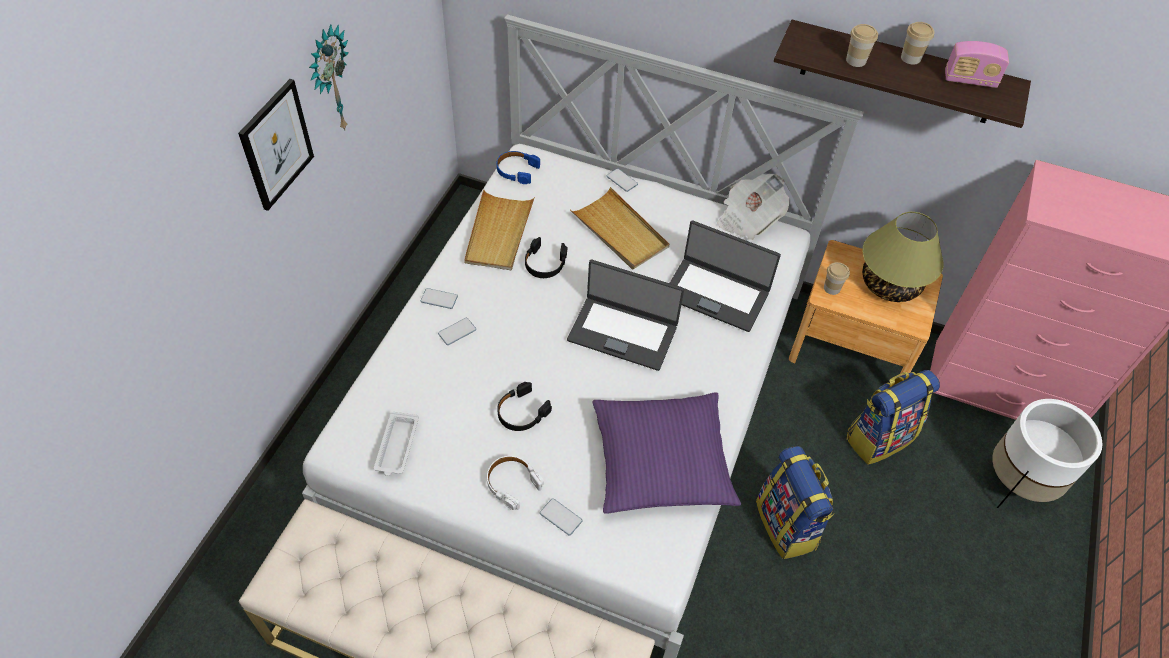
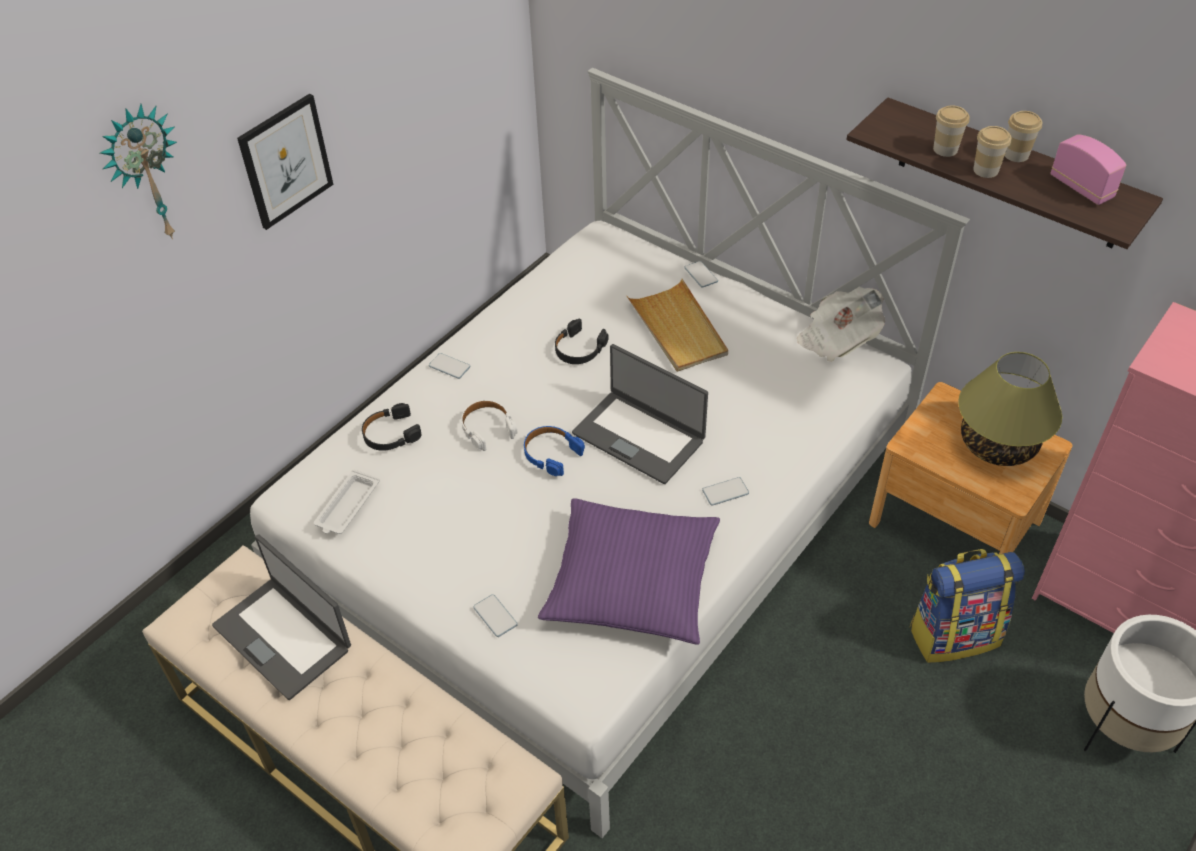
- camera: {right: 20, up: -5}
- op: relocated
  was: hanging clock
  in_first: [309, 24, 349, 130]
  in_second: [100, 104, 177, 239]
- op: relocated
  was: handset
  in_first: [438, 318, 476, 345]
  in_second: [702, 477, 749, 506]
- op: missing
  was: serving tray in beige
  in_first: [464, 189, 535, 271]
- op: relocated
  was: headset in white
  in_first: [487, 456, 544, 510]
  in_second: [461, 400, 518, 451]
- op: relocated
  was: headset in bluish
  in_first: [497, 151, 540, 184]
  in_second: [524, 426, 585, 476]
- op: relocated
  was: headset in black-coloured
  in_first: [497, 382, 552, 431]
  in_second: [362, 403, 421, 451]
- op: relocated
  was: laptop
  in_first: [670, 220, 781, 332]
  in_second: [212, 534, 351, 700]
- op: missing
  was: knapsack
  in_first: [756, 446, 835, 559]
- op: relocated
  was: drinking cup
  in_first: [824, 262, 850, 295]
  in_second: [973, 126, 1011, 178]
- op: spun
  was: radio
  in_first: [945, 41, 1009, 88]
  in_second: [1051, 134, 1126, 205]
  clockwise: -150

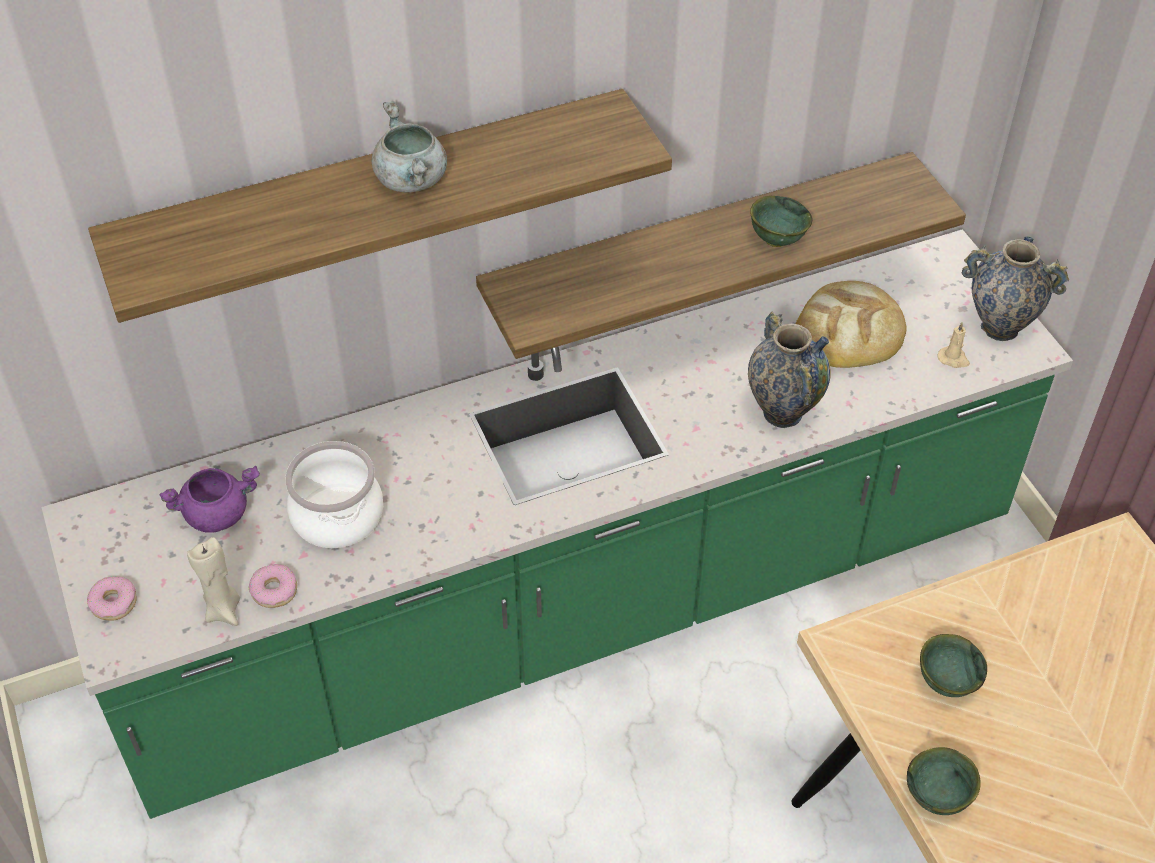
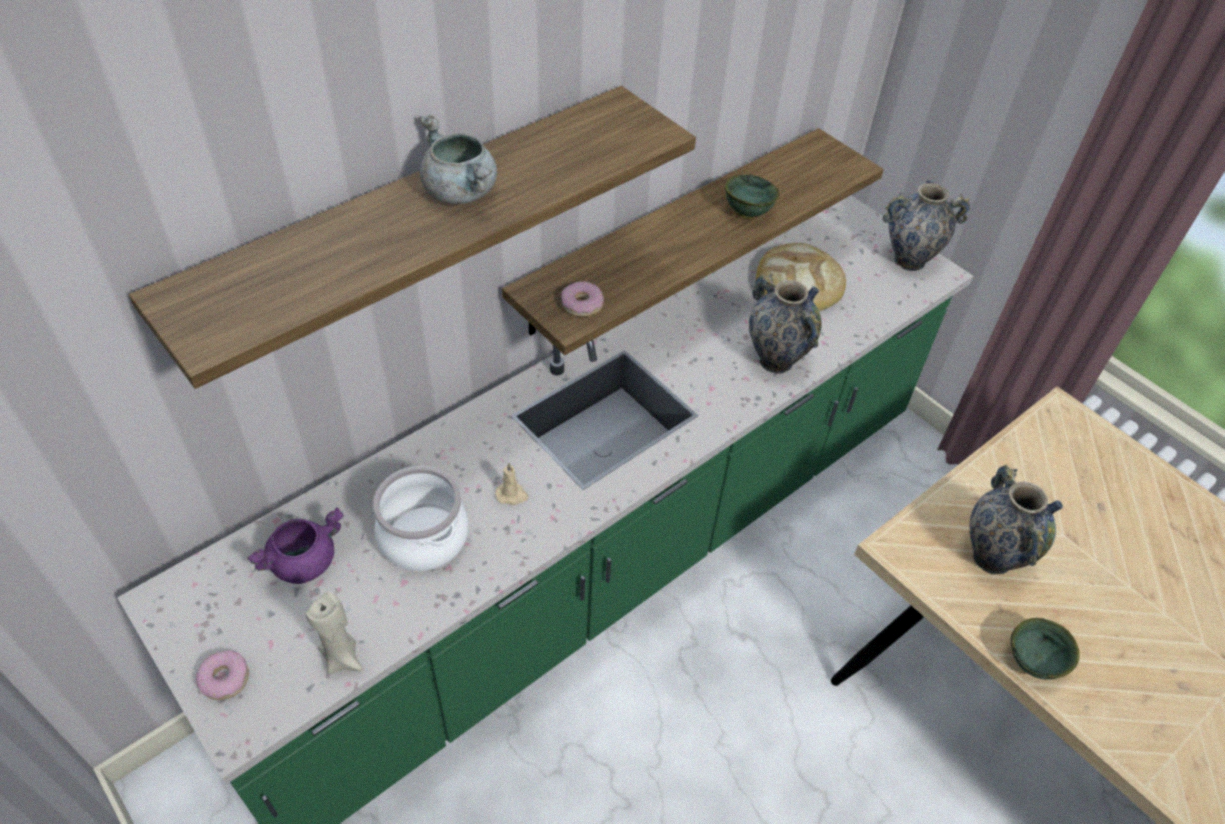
- camera: {right: -20, up: 0}
- op: relocated
  was: ring doughnut
  in_first: [249, 564, 297, 608]
  in_second: [561, 281, 604, 317]
- op: exchanged
  was: bowl in green
  now: vase
  in_first: [920, 634, 987, 697]
  in_second: [969, 464, 1063, 575]
- op: relocated
  was: candle in beige
  in_first: [937, 322, 970, 368]
  in_second: [495, 463, 528, 505]

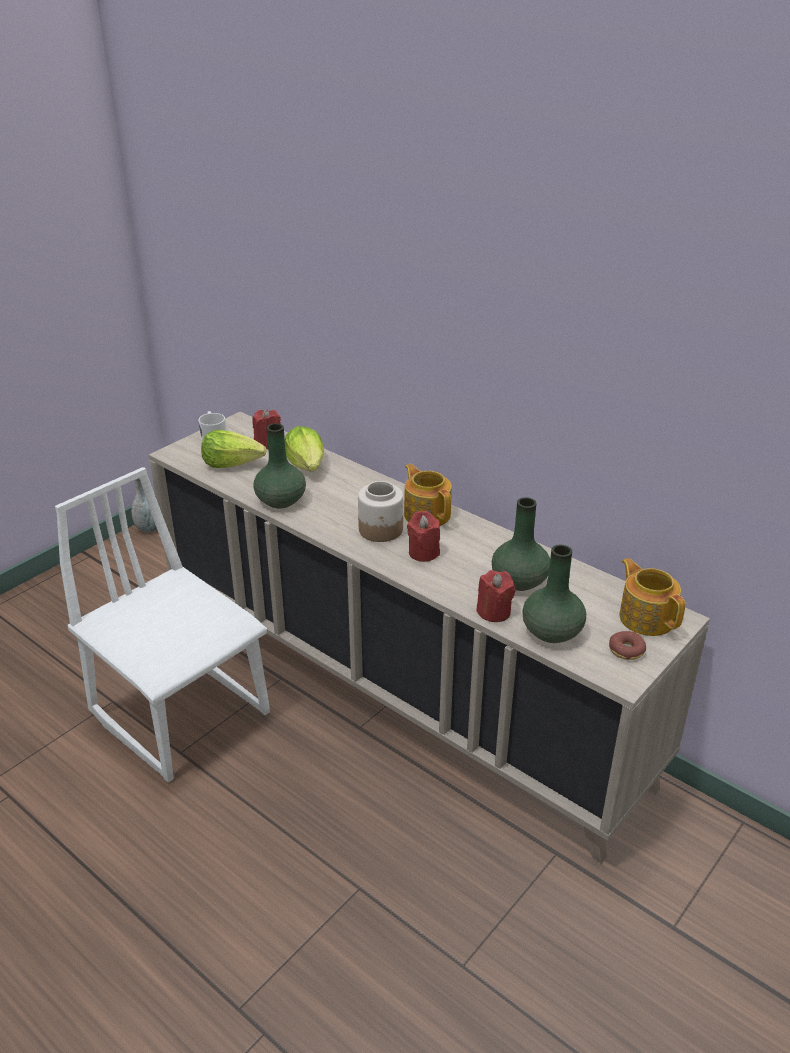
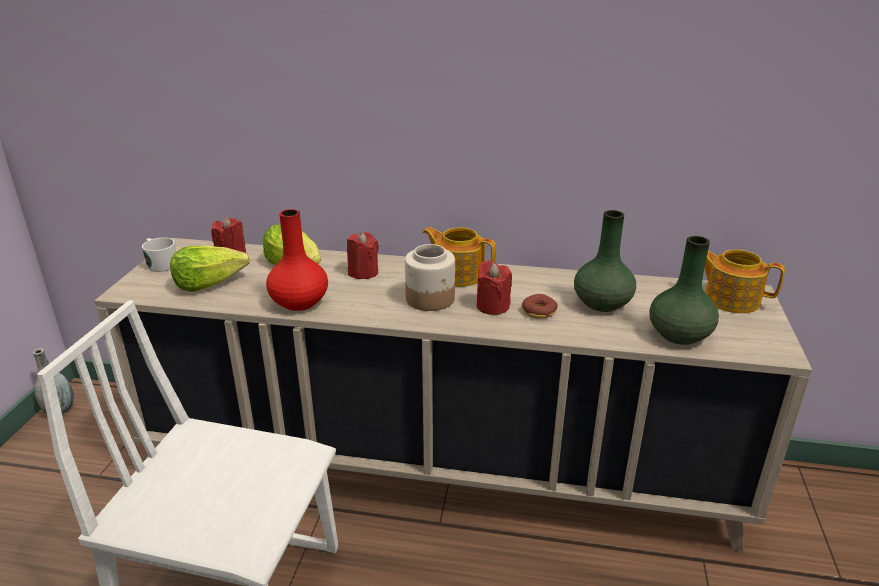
- camera: {right: -30, up: -5}
- op: colour
  was: vase in green
  now: vase in red
  in_first: [254, 423, 306, 509]
  in_second: [266, 209, 328, 311]
- op: relocated
  was: candle in red
  in_first: [477, 570, 515, 622]
  in_second: [347, 232, 379, 279]
- op: relocated
  was: ring doughnut
  in_first: [609, 631, 646, 660]
  in_second: [522, 294, 558, 319]

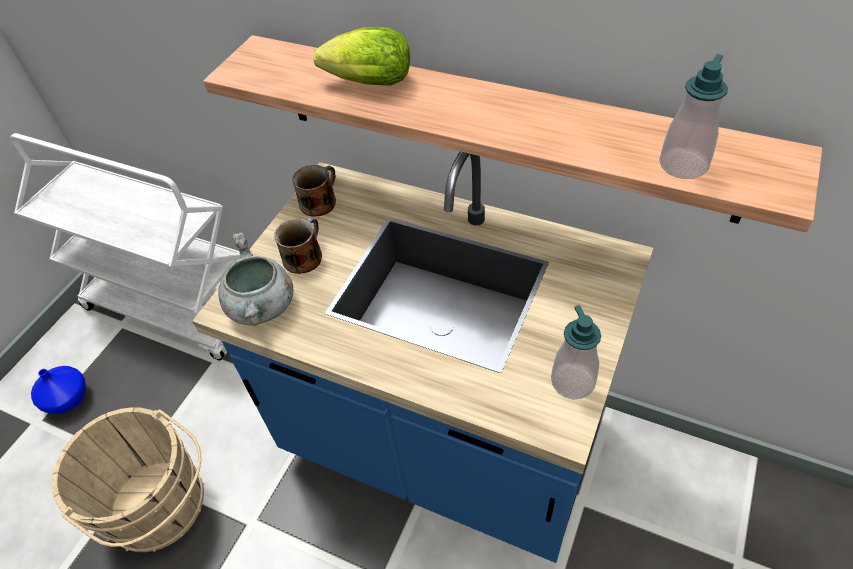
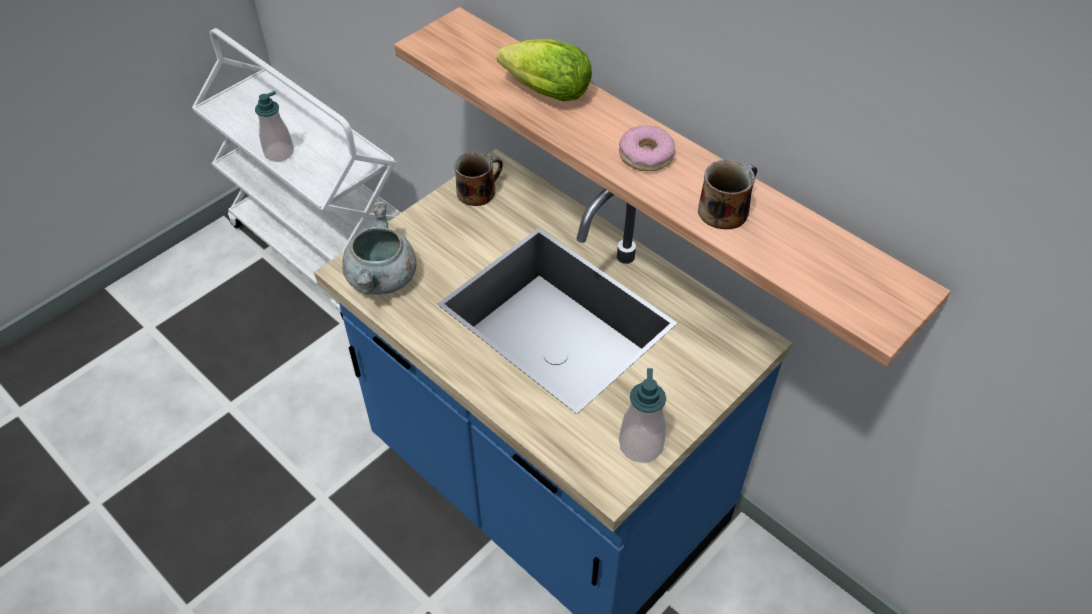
- camera: {right: 15, up: 0}
- op: missing
  was: vase in bluish
  in_first: [31, 366, 86, 414]
- op: missing
  was: water bucket in beige
  in_first: [52, 407, 204, 552]
- op: relocated
  was: tea mug
  in_first: [274, 218, 322, 274]
  in_second: [698, 160, 757, 229]
- op: relocated
  was: soap dispenser
  in_first: [659, 54, 728, 179]
  in_second: [255, 91, 294, 162]
- op: appeared
  now: ring doughnut
  in_second: [619, 125, 675, 171]

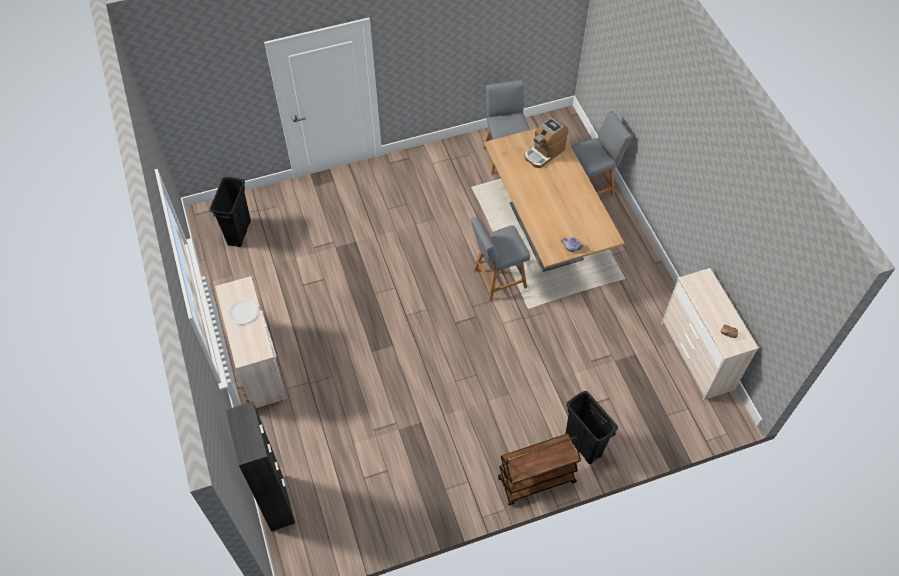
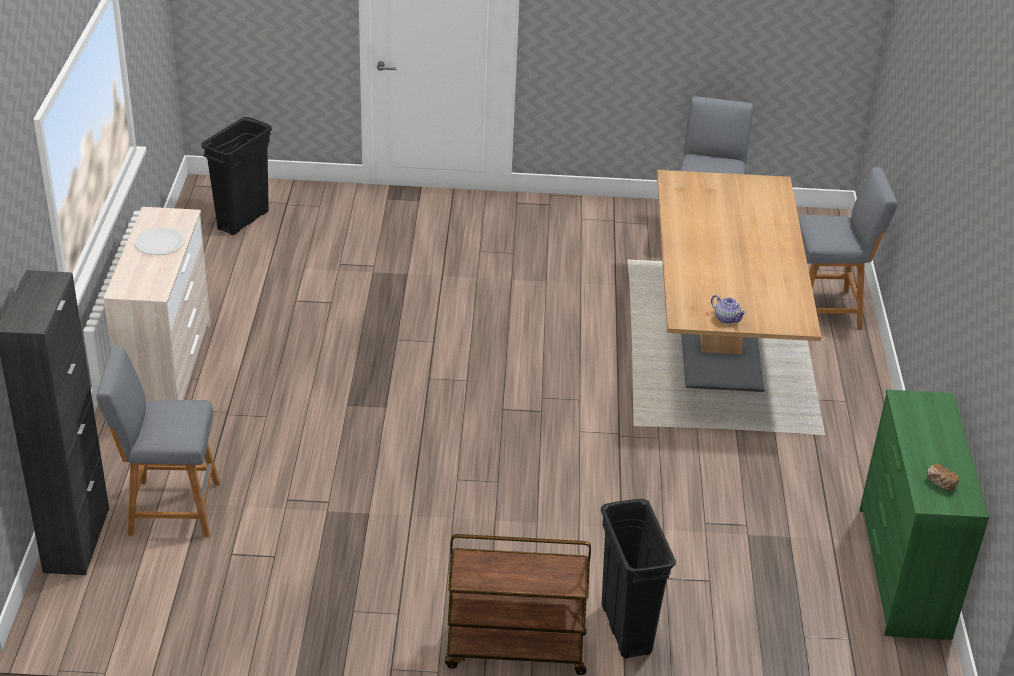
- camera: {right: 20, up: -20}
- op: relocated
  was: stool seat in grey
  in_first: [471, 217, 530, 301]
  in_second: [96, 345, 220, 538]
- op: missing
  was: coffee brewer
  in_first: [524, 117, 569, 168]
- op: colour
  was: drawer chest in beige
  now: drawer chest in green
  in_first: [661, 268, 758, 400]
  in_second: [859, 390, 989, 640]

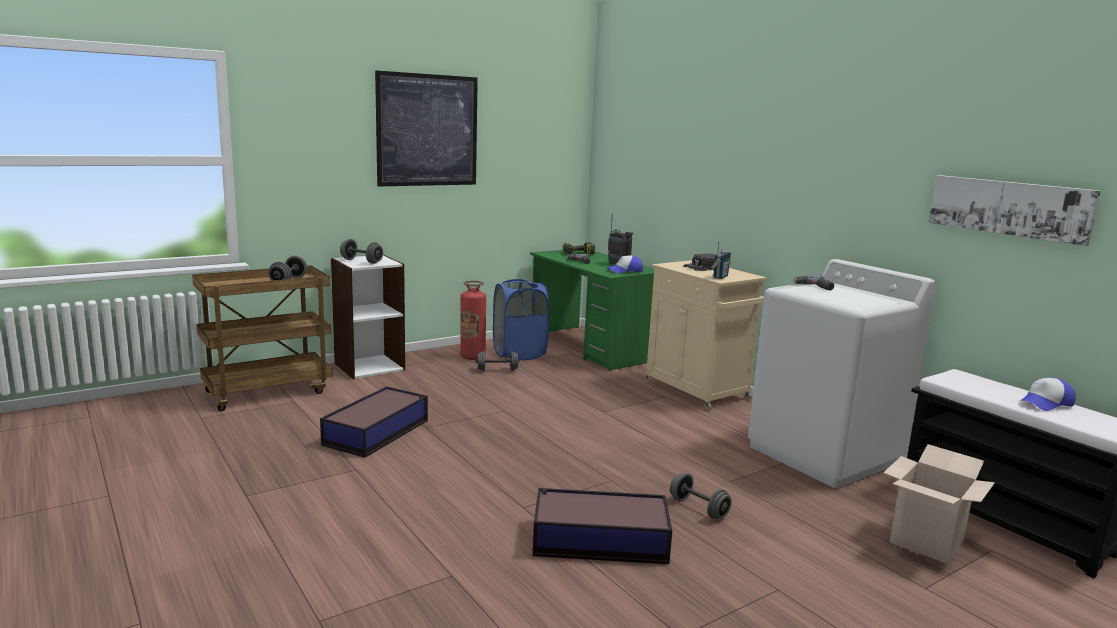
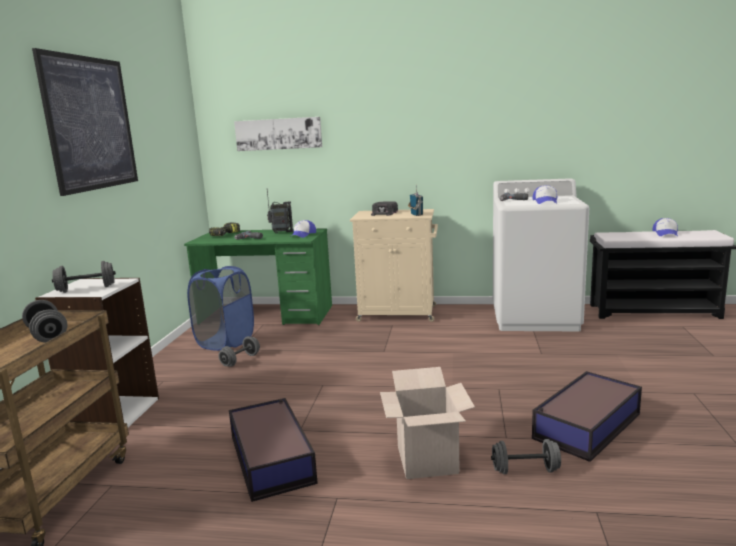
- camera: {right: -45, up: 0}
- op: missing
  was: fire-fighting cylinder
  in_first: [460, 280, 486, 360]
- op: relocated
  was: free weight in grey
  in_first: [670, 473, 732, 519]
  in_second: [491, 439, 561, 474]
- op: relocated
  was: packing box
  in_first: [883, 444, 995, 564]
  in_second: [380, 367, 475, 479]
- op: relocated
  was: wall picture
  in_first: [929, 175, 1101, 246]
  in_second: [234, 117, 322, 151]
- op: appeared
  now: baseball cap
  in_second: [533, 185, 557, 204]

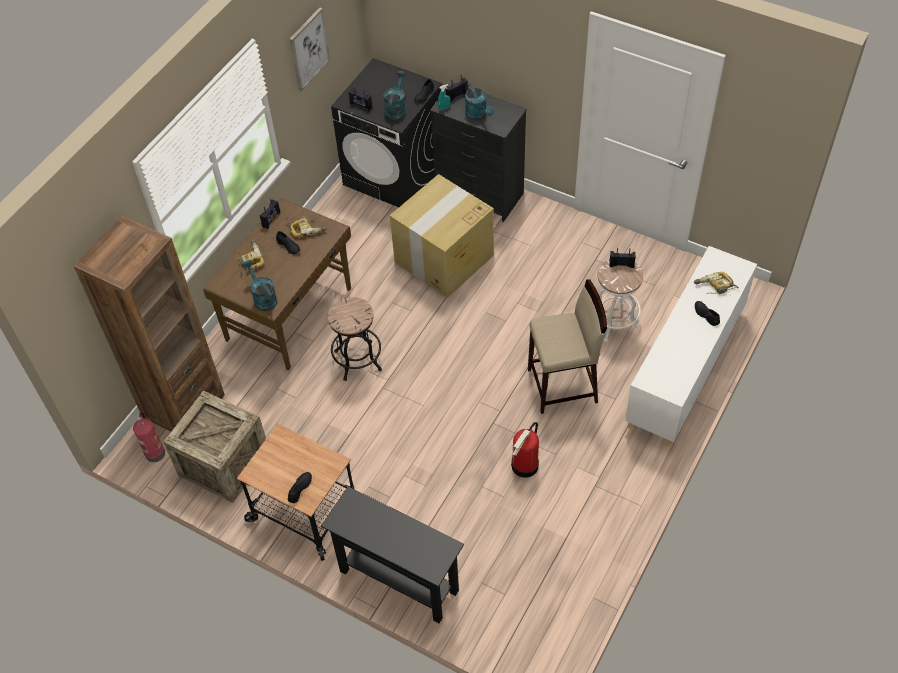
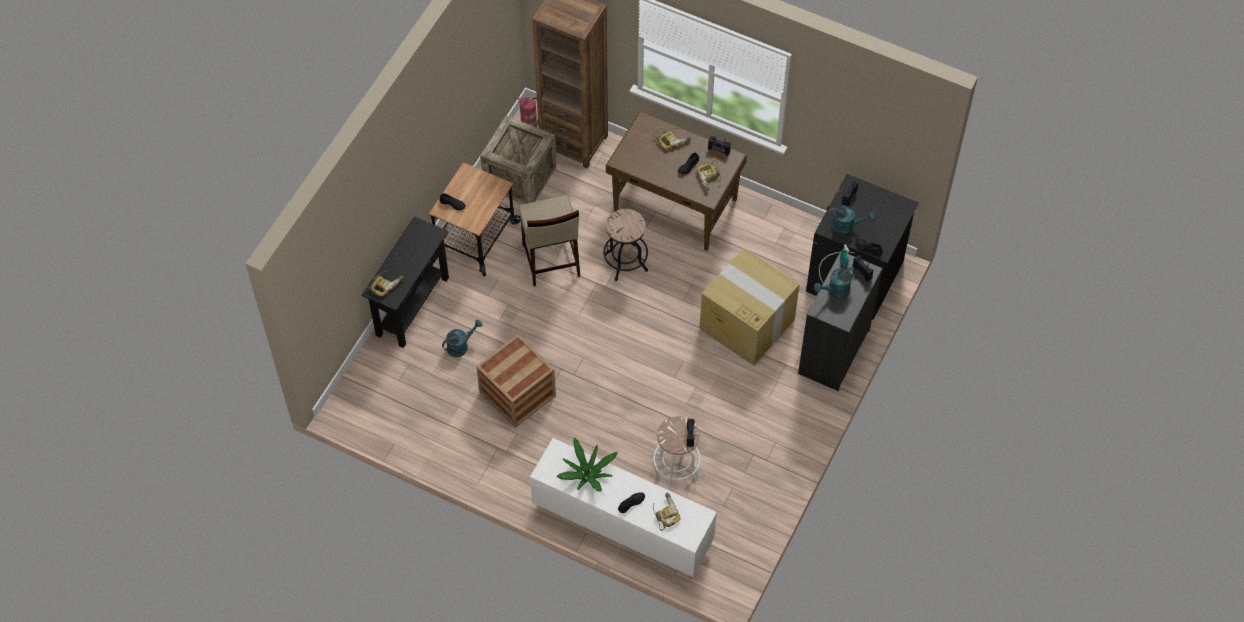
- camera: {right: 85, up: 5}
- op: relocated
  was: watering can in turquoise-coloured
  in_first: [243, 260, 277, 311]
  in_second: [442, 320, 482, 357]
- op: missing
  was: wall picture
  in_first: [290, 7, 330, 92]
- op: exchanged
  was: fire-fighting cylinder
  now: crate
  in_first: [511, 422, 539, 478]
  in_second: [476, 334, 556, 428]
- op: relocated
  was: stool seat in beige
  in_first: [528, 279, 607, 414]
  in_second: [519, 196, 580, 286]
- op: appeared
  now: electric drill
  in_second: [364, 270, 403, 296]
- op: appeared
  now: plant in a pot
  in_second: [556, 437, 618, 492]

